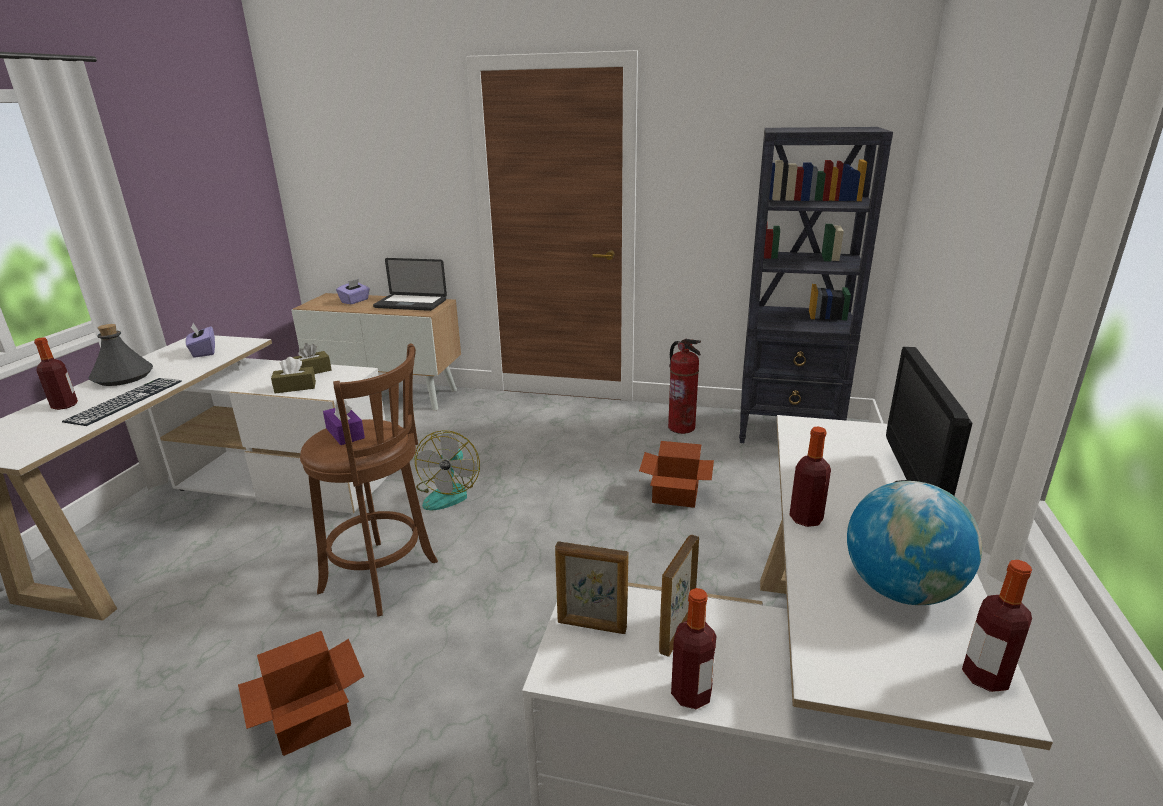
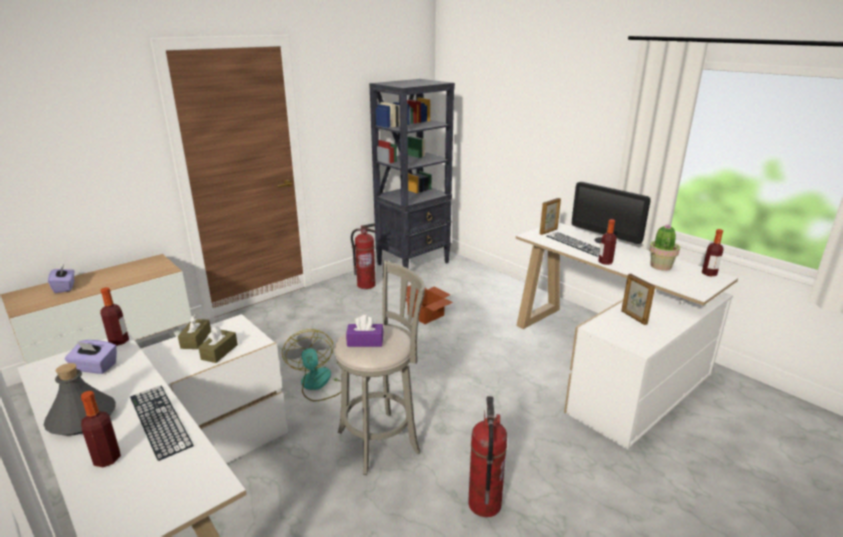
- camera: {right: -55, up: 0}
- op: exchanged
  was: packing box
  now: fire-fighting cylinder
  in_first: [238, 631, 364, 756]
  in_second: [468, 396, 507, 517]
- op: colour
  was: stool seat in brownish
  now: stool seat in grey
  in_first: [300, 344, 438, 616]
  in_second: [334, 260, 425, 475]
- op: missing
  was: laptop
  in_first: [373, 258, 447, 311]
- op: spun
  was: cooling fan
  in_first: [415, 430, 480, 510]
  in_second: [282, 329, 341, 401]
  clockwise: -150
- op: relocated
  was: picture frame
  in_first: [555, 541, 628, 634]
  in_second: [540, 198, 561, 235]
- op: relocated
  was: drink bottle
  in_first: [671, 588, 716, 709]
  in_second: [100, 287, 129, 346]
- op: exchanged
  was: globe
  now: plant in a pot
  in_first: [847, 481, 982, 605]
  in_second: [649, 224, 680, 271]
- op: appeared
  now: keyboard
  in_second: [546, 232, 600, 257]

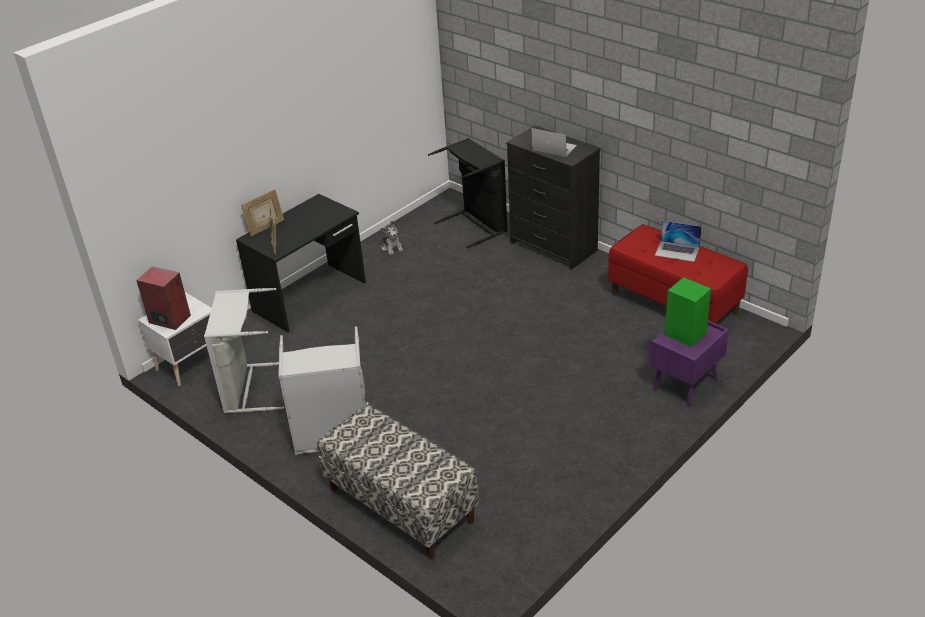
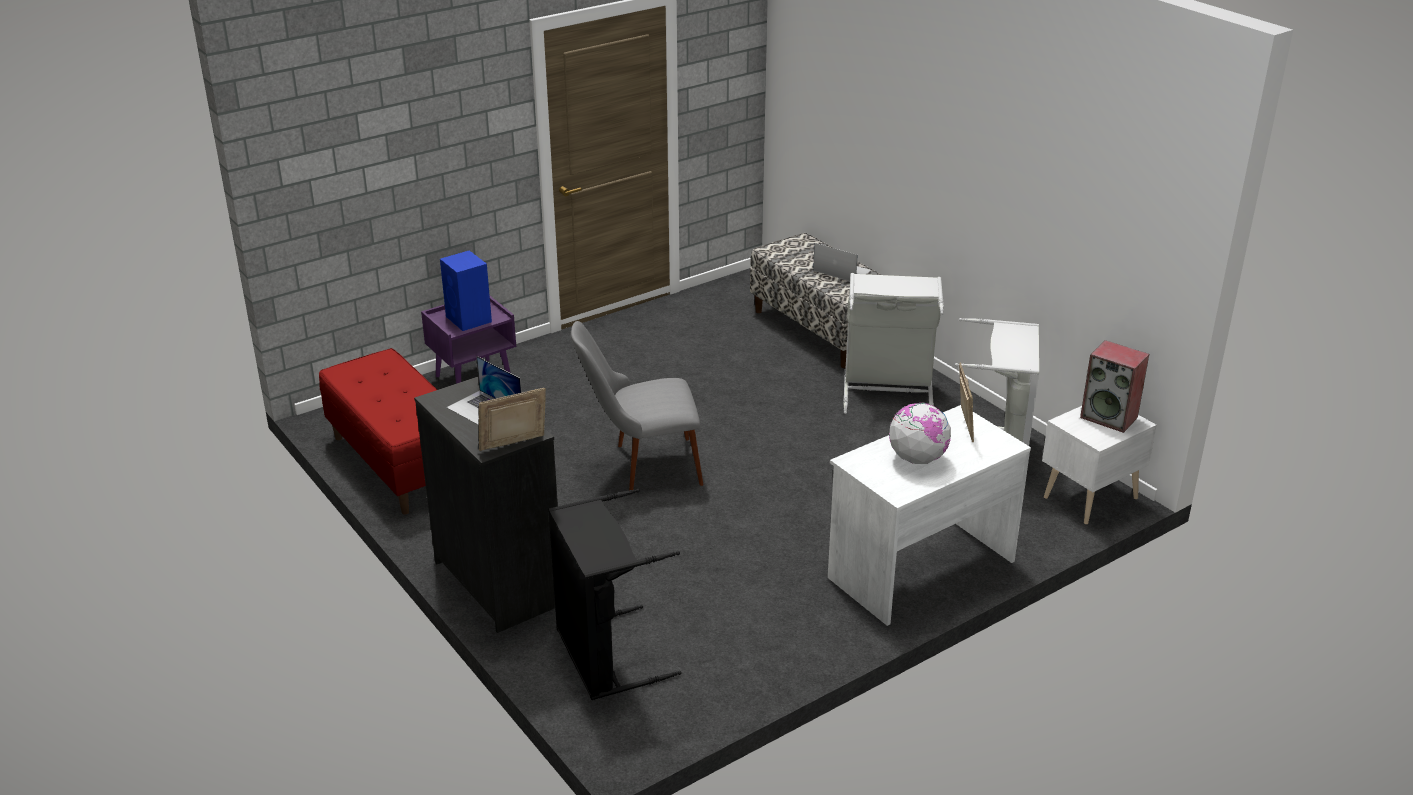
- camera: {right: -170, up: -5}
- op: colour
  was: desk table in black-coloured
  now: desk table in white
  in_first: [236, 194, 366, 332]
  in_second: [828, 405, 1031, 626]
- op: relocated
  was: picture frame
  in_first: [241, 189, 284, 236]
  in_second: [479, 388, 546, 451]
- op: missing
  was: cuddly toy
  in_first: [381, 221, 403, 255]
- op: relocated
  was: laptop
  in_first: [655, 221, 702, 262]
  in_second: [813, 243, 871, 281]
- op: colour
  was: speaker in green
  now: speaker in bluish
  in_first: [665, 277, 711, 347]
  in_second: [440, 250, 492, 331]
- op: appeared
  now: upright chair in grey
  in_second: [571, 321, 703, 490]
- op: appeared
  now: globe
  in_second: [889, 403, 951, 464]

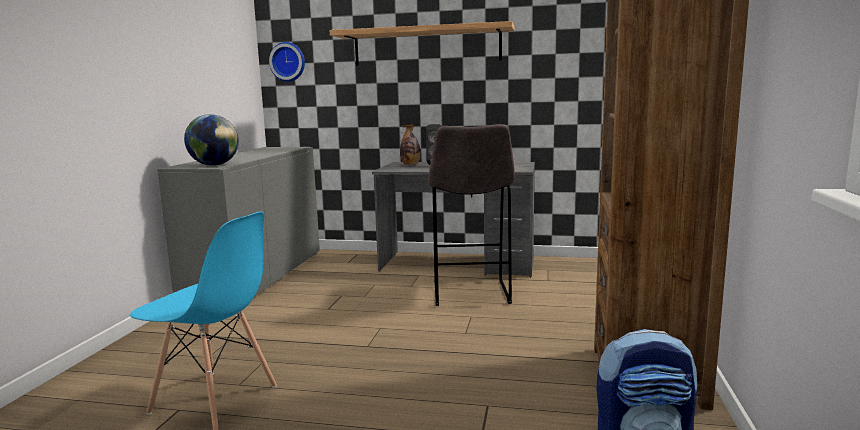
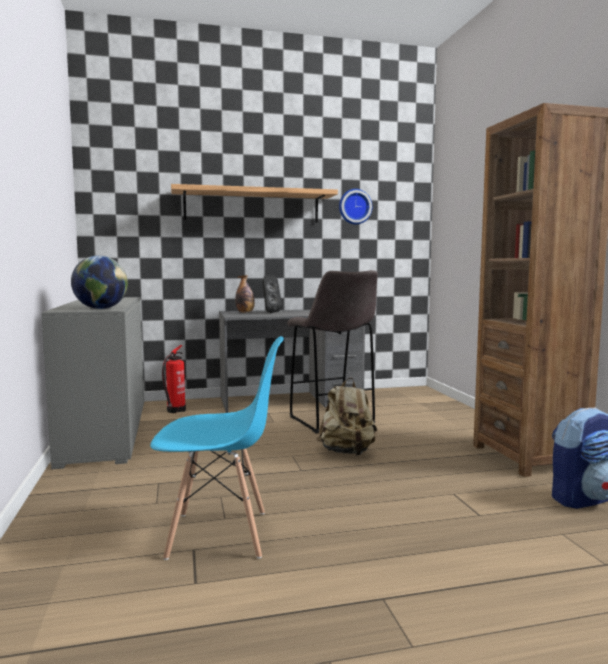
- camera: {right: -25, up: -5}
- op: relocated
  was: hanging clock
  in_first: [269, 42, 305, 82]
  in_second: [339, 189, 372, 224]
- op: appeared
  now: fire-fighting cylinder
  in_second: [162, 345, 186, 413]
- op: appeared
  now: knapsack in beige
  in_second: [316, 378, 377, 456]

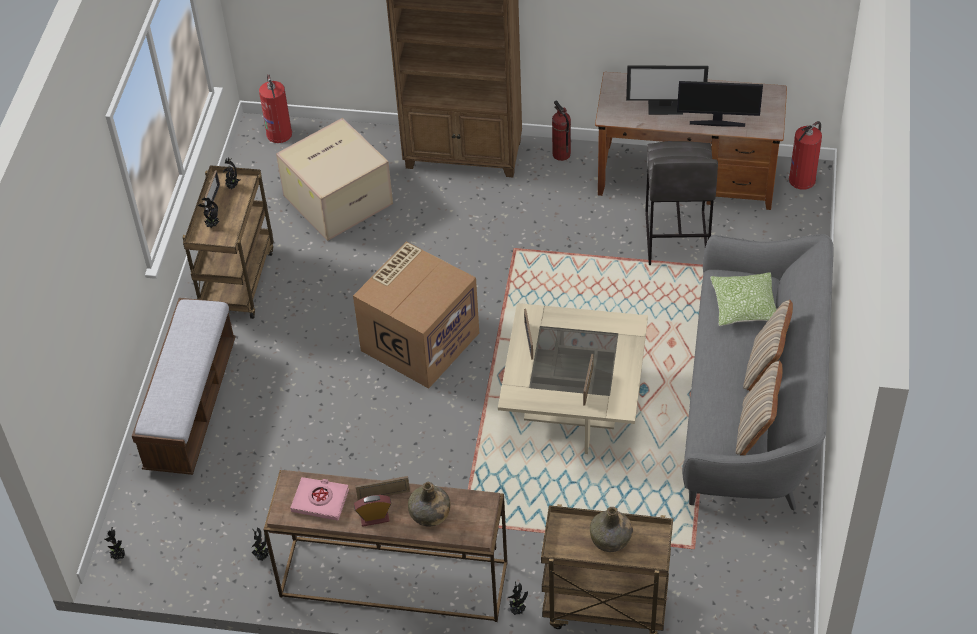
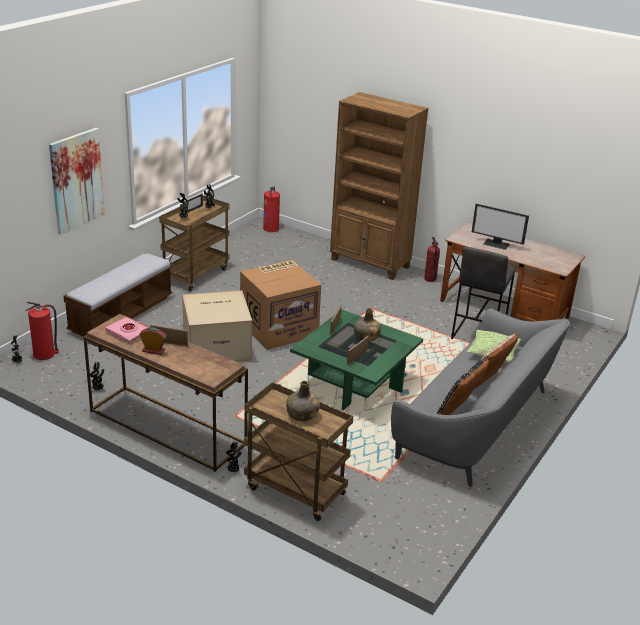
- camera: {right: 20, up: -20}
- op: relocated
  was: packing box
  in_first: [276, 118, 393, 241]
  in_second: [182, 290, 252, 362]
- op: relocated
  was: drink bottle in green
  in_first: [408, 482, 450, 527]
  in_second: [354, 308, 381, 342]
- op: colour
  was: lounge table in beige
  now: lounge table in green
  in_first: [498, 303, 648, 454]
  in_second: [290, 310, 423, 411]
- op: missing
  was: computer screen
  in_first: [677, 81, 763, 127]
- op: colour
  was: throw pillow in beige
  now: throw pillow in black-coloured
  in_first: [736, 360, 783, 455]
  in_second: [436, 359, 489, 415]
- op: relocated
  was: fire-fighting cylinder
  in_first: [789, 121, 822, 190]
  in_second: [25, 302, 59, 360]
- op: appeared
  now: wall picture
  in_second: [49, 128, 105, 235]

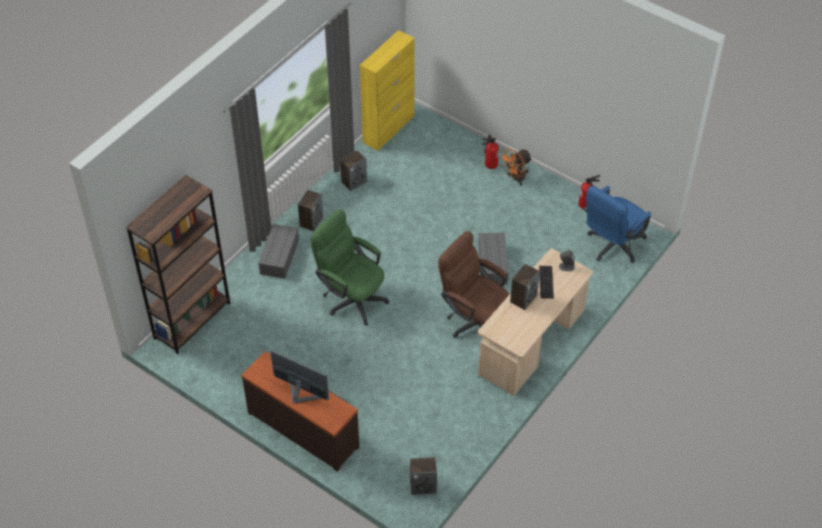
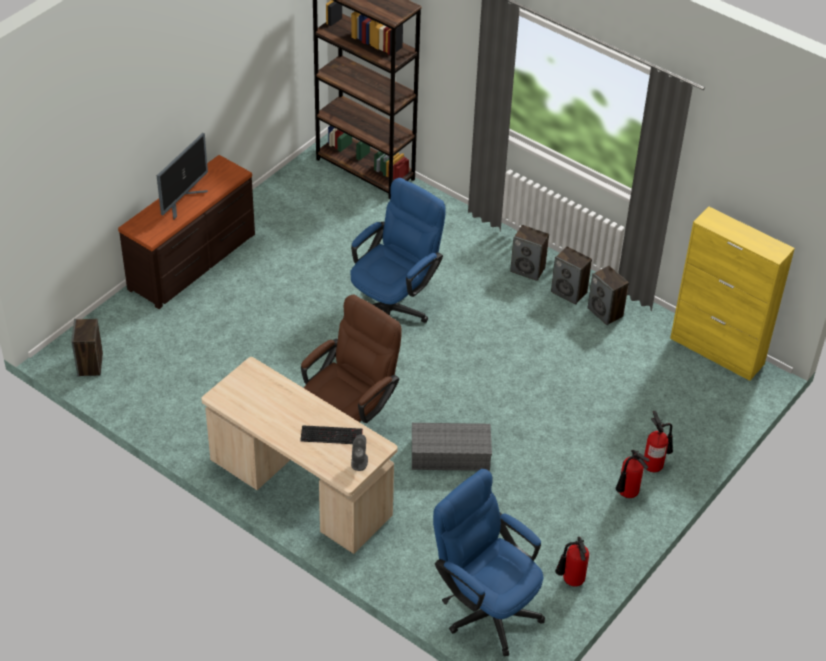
- camera: {right: 90, up: -5}
- op: missing
  was: storage box in grey
  in_first: [258, 224, 299, 279]
- op: colour
  was: computer chair in green
  now: computer chair in bluish
  in_first: [310, 210, 389, 326]
  in_second: [350, 178, 446, 323]
- op: exchanged
  was: cooling fan in orange-coloured
  now: fire-fighting cylinder
  in_first: [500, 148, 532, 186]
  in_second: [615, 450, 650, 498]
- op: relocated
  was: speaker
  in_first: [510, 264, 540, 310]
  in_second: [551, 246, 592, 305]

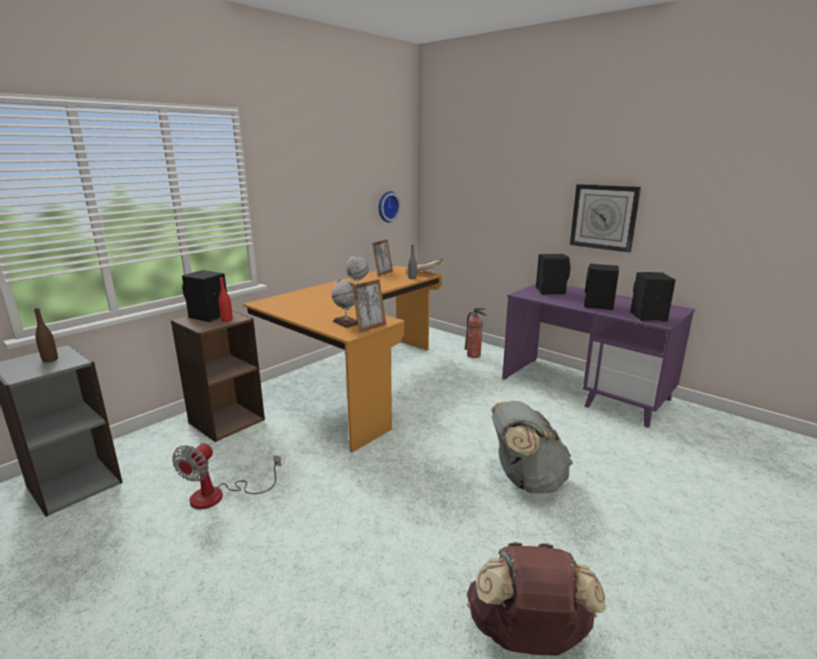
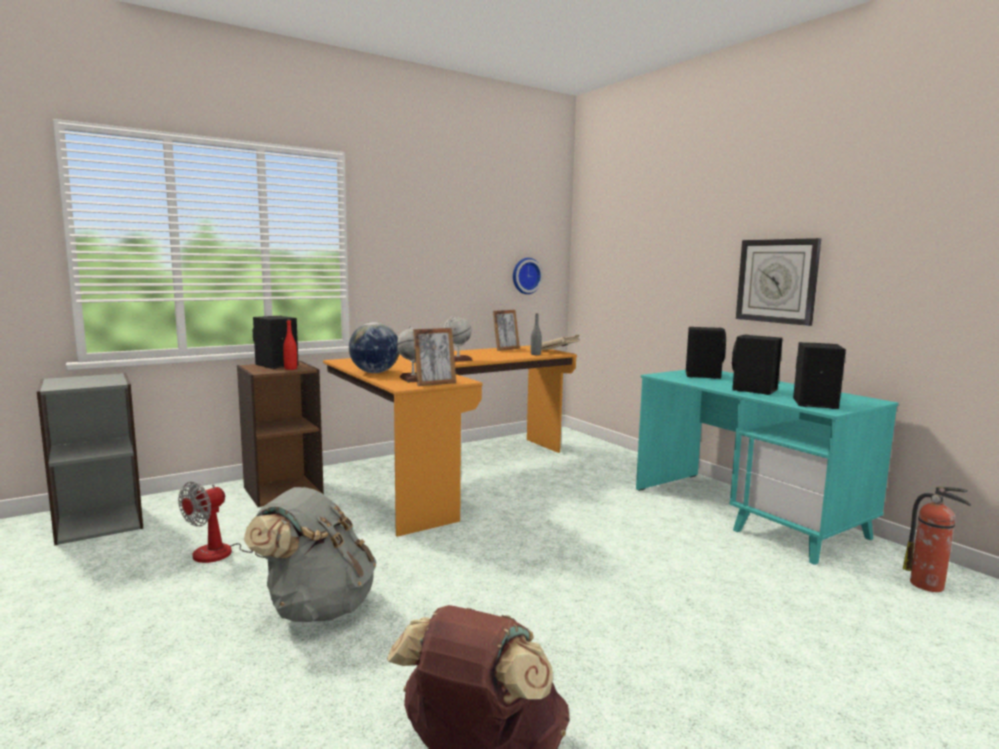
- camera: {right: 15, up: -10}
- op: missing
  was: drink bottle in brownish
  in_first: [34, 308, 58, 362]
- op: relocated
  was: fire-fighting cylinder
  in_first: [464, 308, 487, 358]
  in_second: [903, 487, 971, 592]
- op: relocated
  was: knapsack in grey
  in_first: [491, 401, 573, 493]
  in_second: [244, 487, 376, 622]
- op: colour
  was: desk table in purple-coloured
  now: desk table in turquoise-coloured
  in_first: [502, 284, 695, 428]
  in_second: [636, 370, 899, 565]
- op: appeared
  now: globe
  in_second: [349, 322, 399, 373]

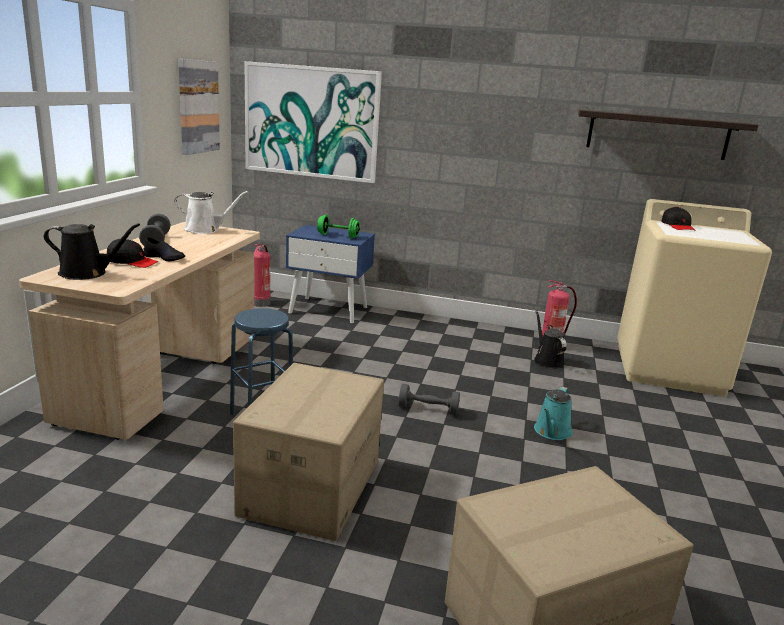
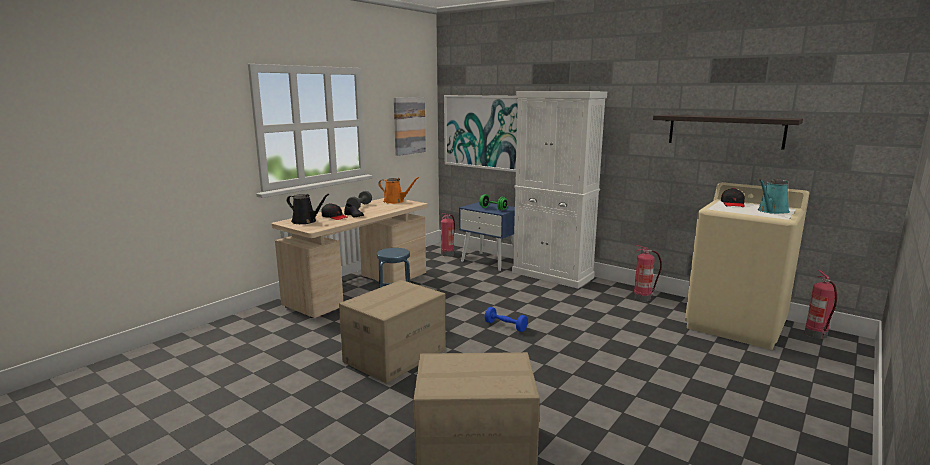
- camera: {right: 25, up: -5}
- op: colour
  was: watering can in white
  now: watering can in orange-coloured
  in_first: [174, 191, 248, 234]
  in_second: [378, 177, 419, 204]
- op: colour
  was: free weight in grey
  now: free weight in bluish
  in_first: [398, 384, 460, 415]
  in_second: [485, 307, 528, 332]
- op: missing
  was: watering can in black-coloured
  in_first: [534, 311, 567, 368]
- op: relocated
  was: watering can in turquoise-coloured
  in_first: [534, 386, 573, 440]
  in_second: [758, 179, 790, 214]
- op: appeared
  now: cabinet in white
  in_second: [512, 91, 607, 289]
- op: appeared
  now: fire-fighting cylinder
  in_second: [804, 270, 837, 339]

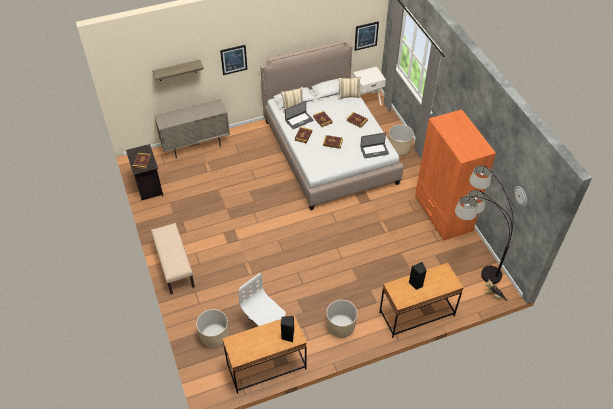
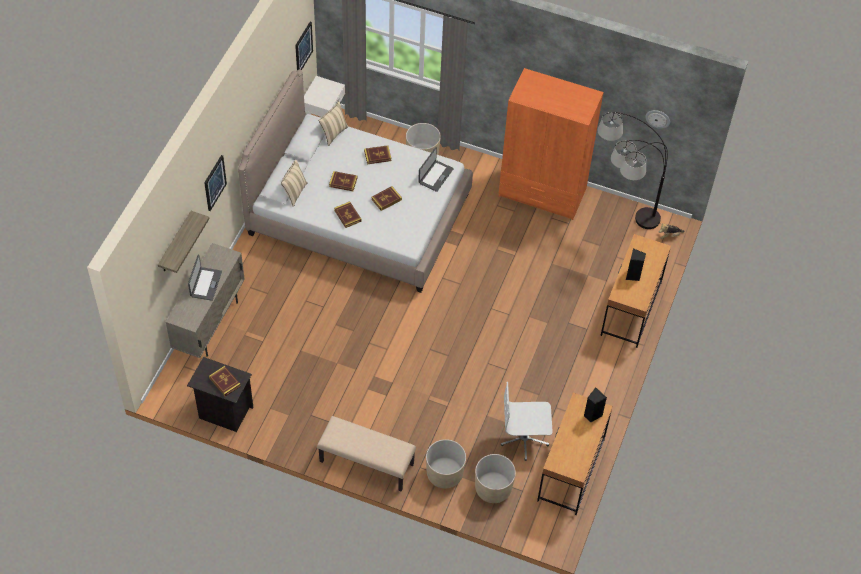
- camera: {right: -50, up: 5}
- op: relocated
  was: laptop
  in_first: [285, 101, 314, 129]
  in_second: [188, 255, 222, 301]
- op: relocated
  was: plant pot in beige
  in_first: [326, 300, 357, 338]
  in_second: [426, 439, 466, 489]

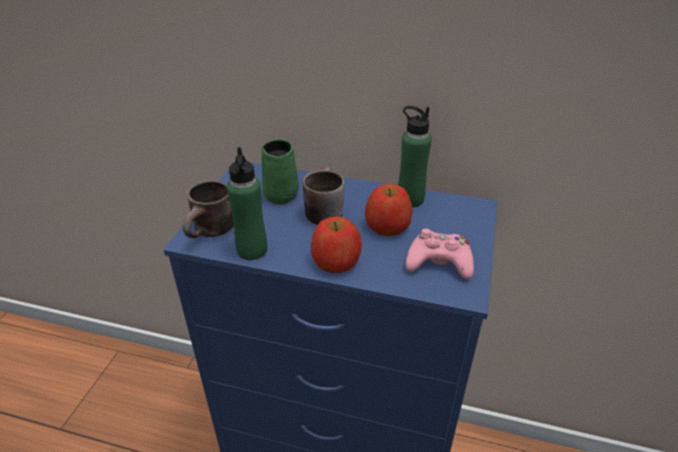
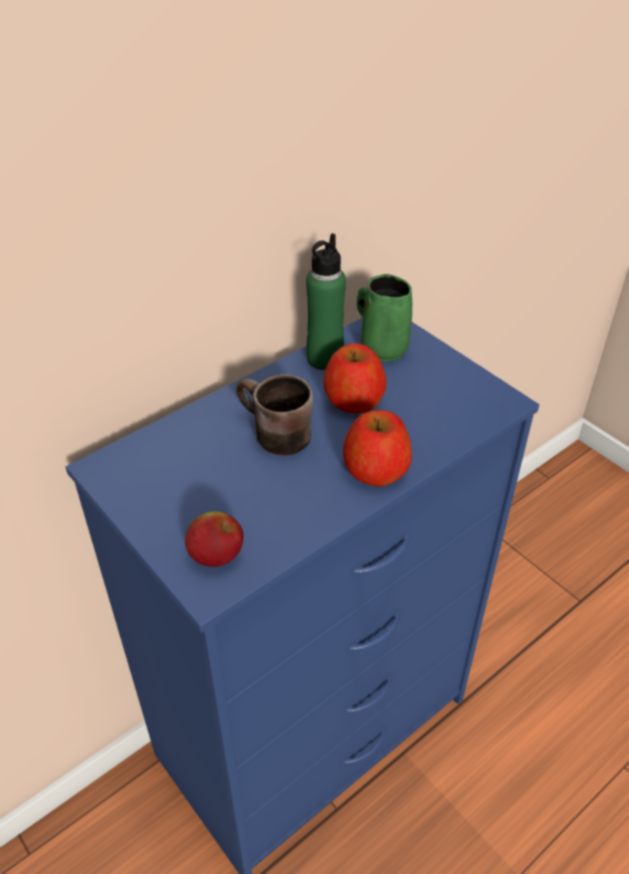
- camera: {right: -55, up: 5}
- op: exchanged
  was: tea mug in brownish
  now: apple fruit
  in_first: [183, 181, 234, 238]
  in_second: [185, 512, 244, 567]
- op: missing
  was: drink bottle in green
  in_first: [227, 147, 267, 260]
- op: relocated
  was: tea mug in green
  in_first: [261, 139, 299, 205]
  in_second: [357, 274, 413, 362]
- op: missing
  was: game controller in pinkish
  in_first: [406, 229, 474, 279]

